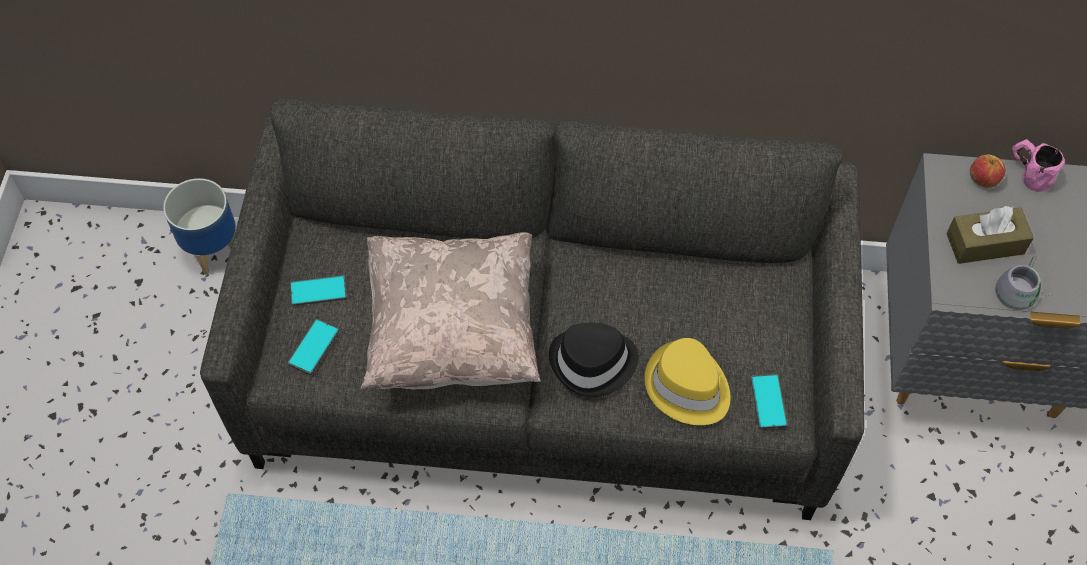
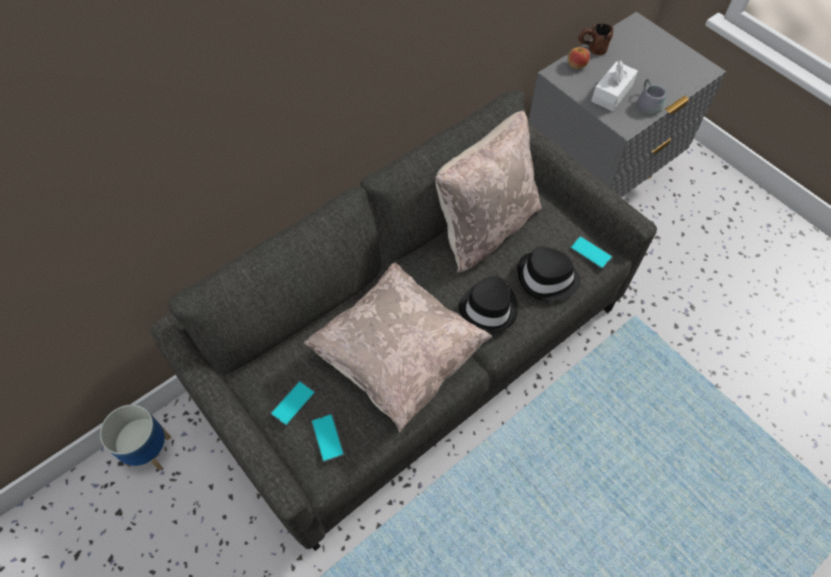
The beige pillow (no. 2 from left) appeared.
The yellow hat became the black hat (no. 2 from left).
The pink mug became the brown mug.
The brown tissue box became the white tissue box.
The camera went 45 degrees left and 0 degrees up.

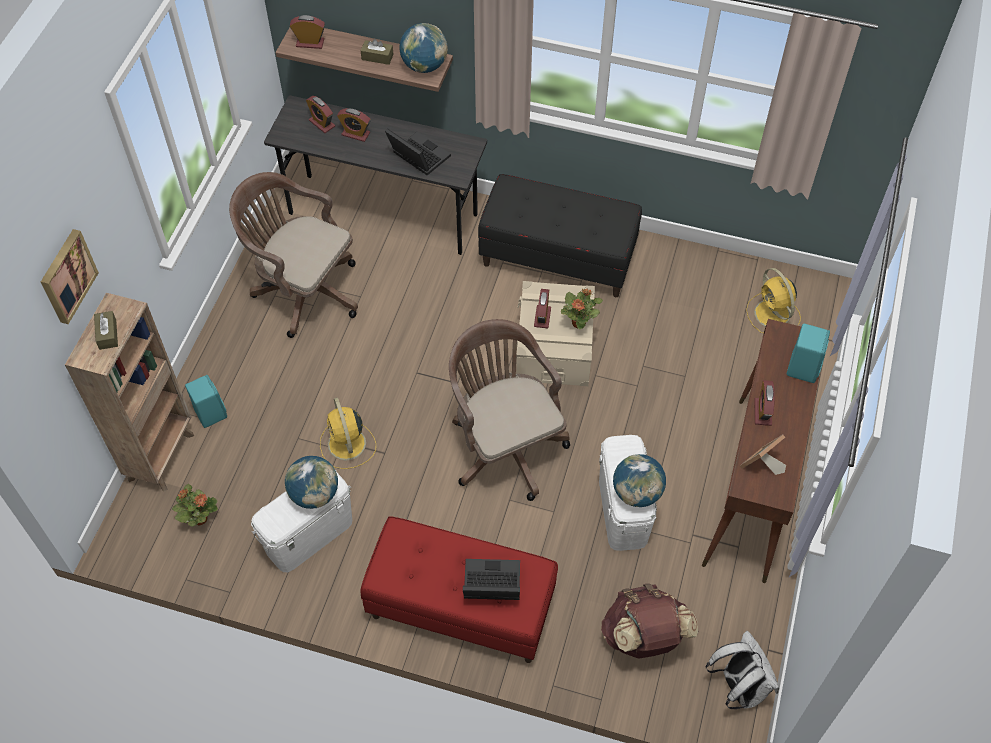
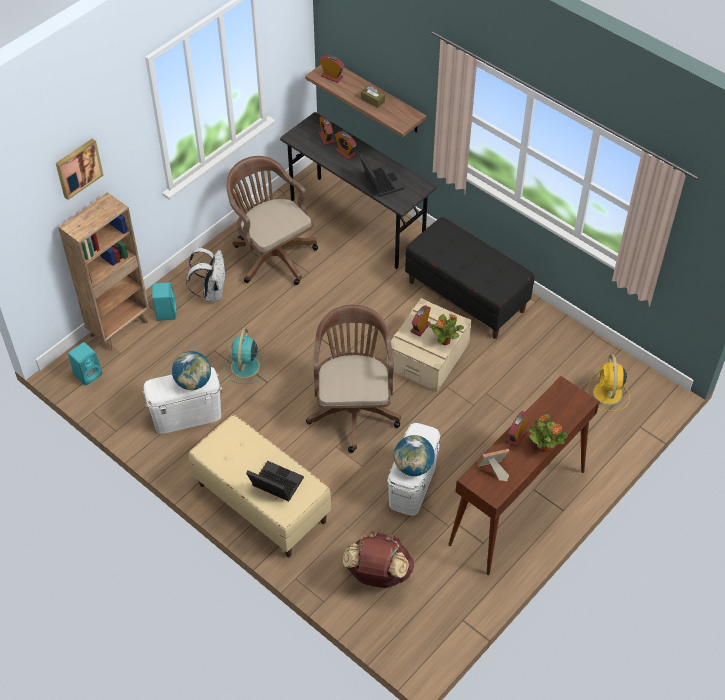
The turquoise speaker (no. 2 from left in the first image) moved.
The white backpack moved.
The red bench became the beige bench.
The yellow fan (no. 1 from left) became the turquoise fan.
The potted plant (no. 1 from left in the first image) moved.
The brown tissue box (no. 1 from left) disappeared.
The globe (no. 2 from left) disappeared.
The camera went 25 degrees right and 5 degrees down.

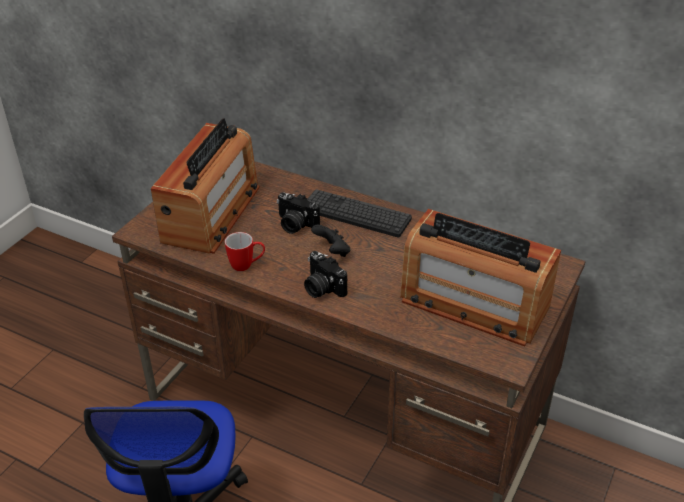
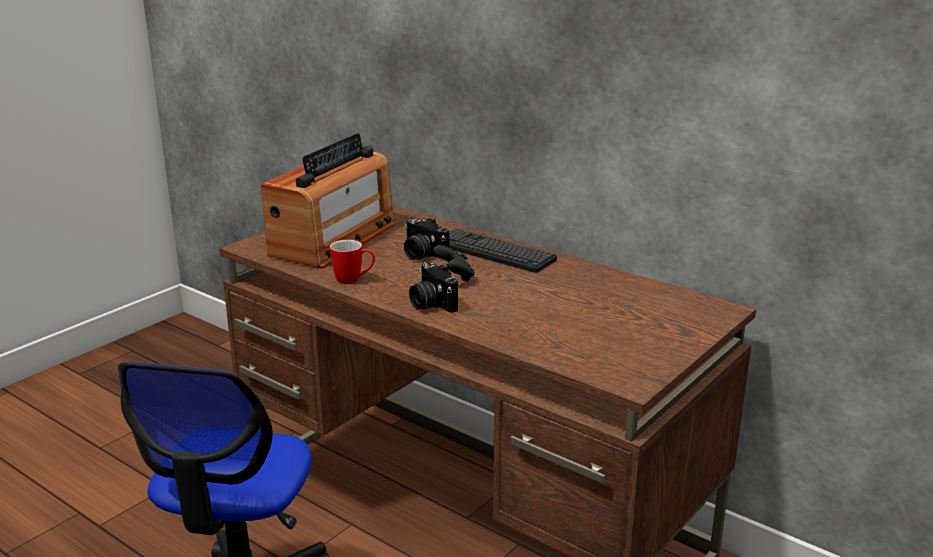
The radio (no. 2 from left) disappeared.
The camera went 10 degrees right and 15 degrees down.

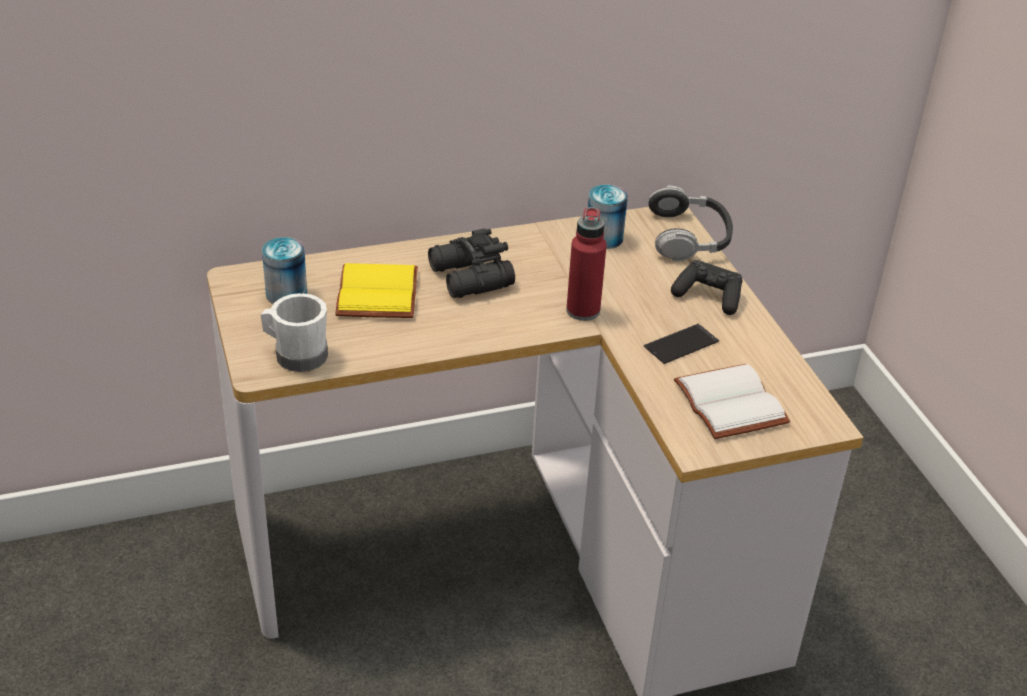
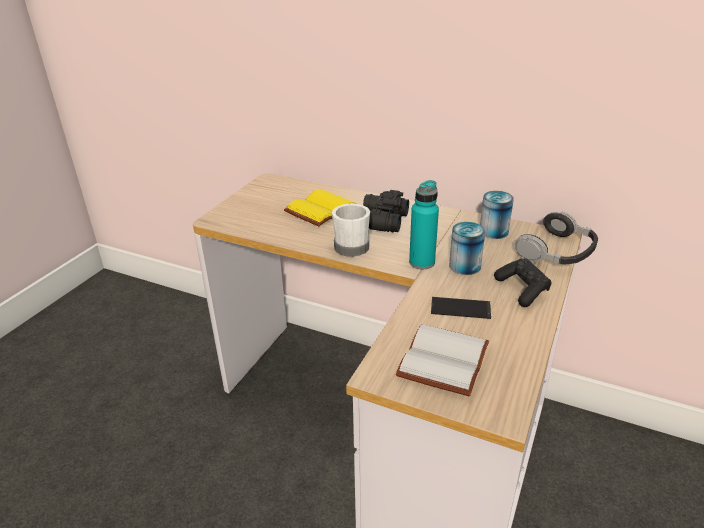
The white mug moved.
The red bottle became the turquoise bottle.
The can (no. 1 from left) moved.
The camera went 45 degrees right and 5 degrees down.

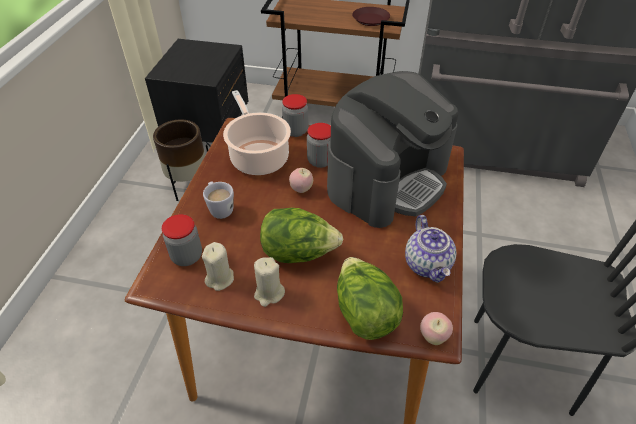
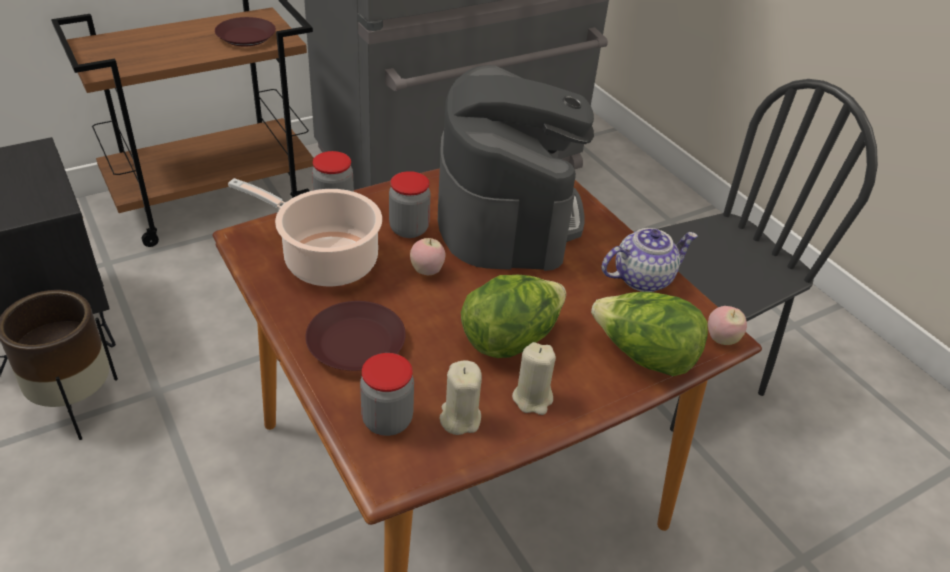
The white mug was replaced by the brown plate (no. 2 from left).
The teapot turned 60 degrees counterclockwise.
The camera went 45 degrees left and 5 degrees down.

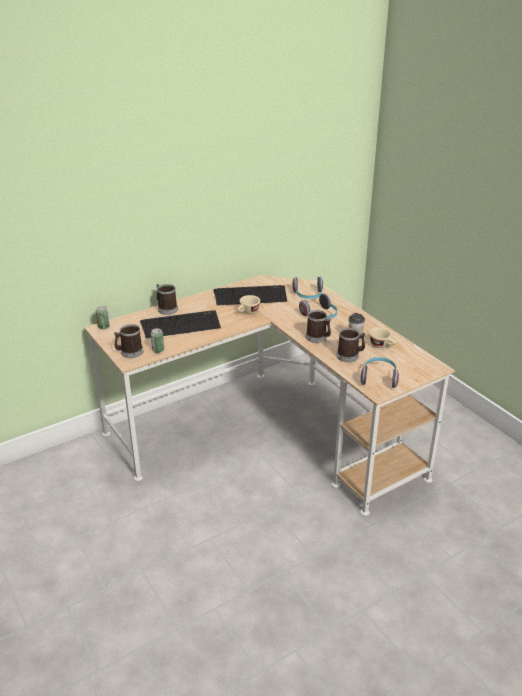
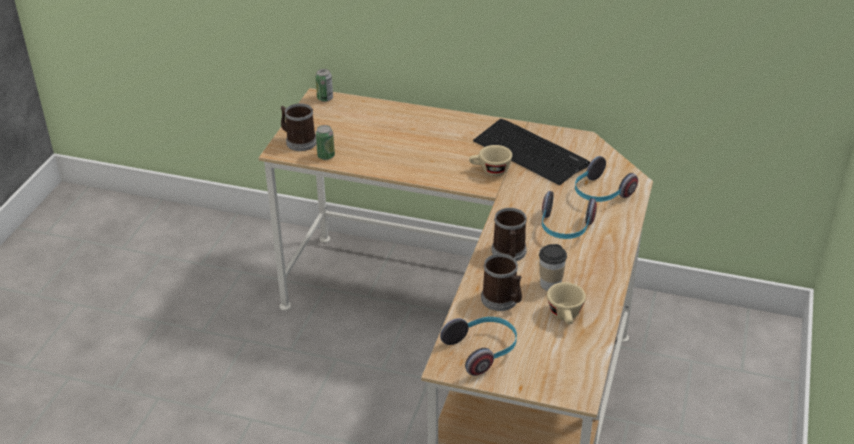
The keyboard (no. 1 from left) disappeared.
The mug (no. 2 from left) disappeared.
The camera went 50 degrees right and 5 degrees up.

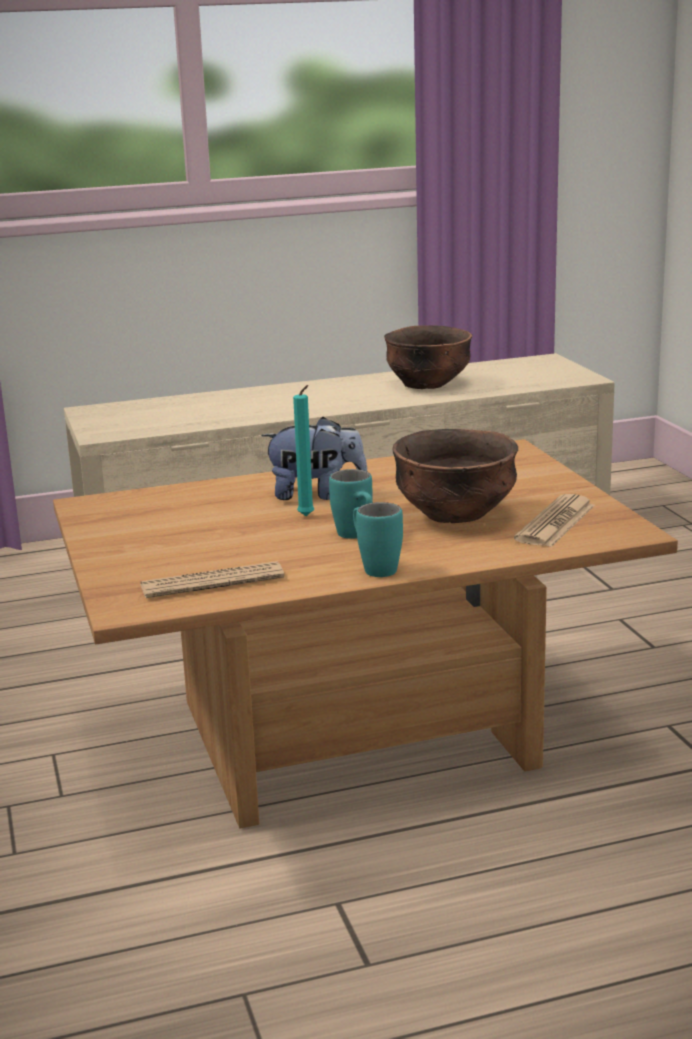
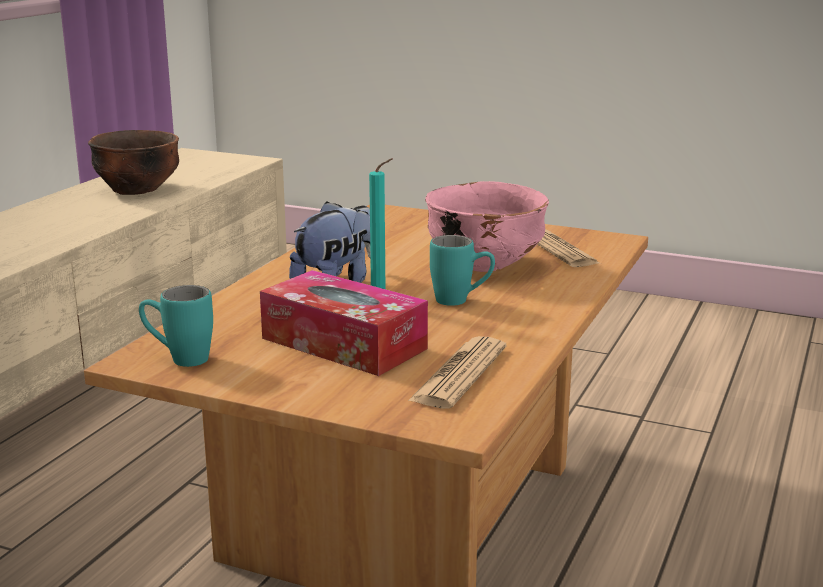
The turquoise mug (no. 2 from left in the first image) moved.
The tissue box appeared.
The brown bowl (no. 2 from left) became the pink bowl.
The camera went 50 degrees left and 0 degrees up.

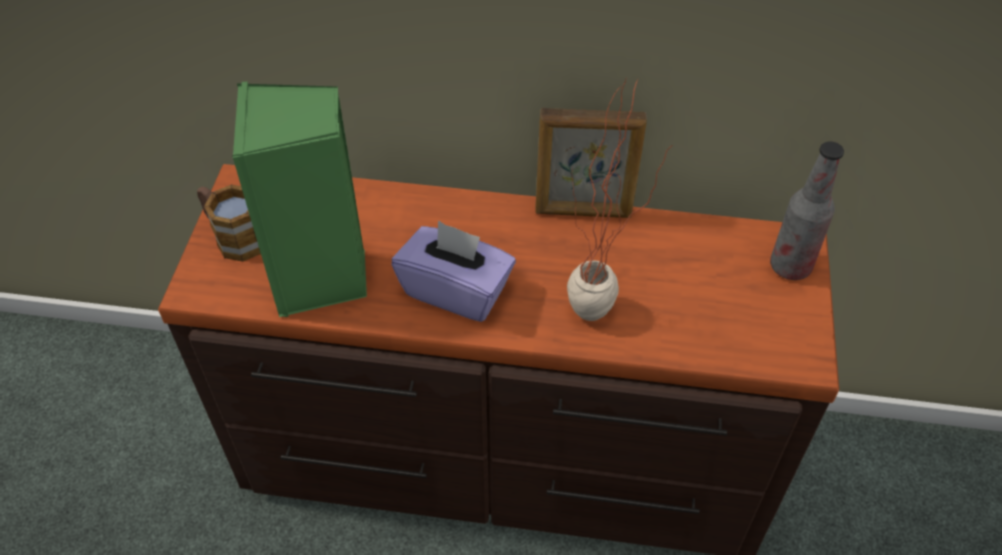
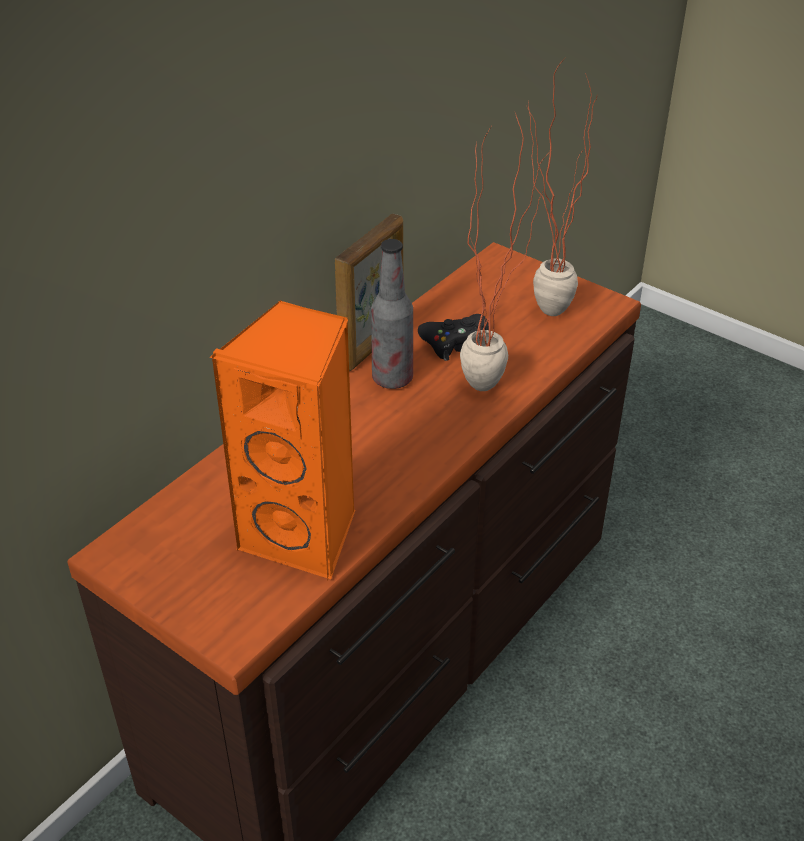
The green speaker became the orange speaker.
The bottle moved.
The black game controller appeared.
The potted plant (no. 2 from left) appeared.
The mug disappeared.
The purple tissue box disappeared.
The camera went 60 degrees left and 10 degrees down.

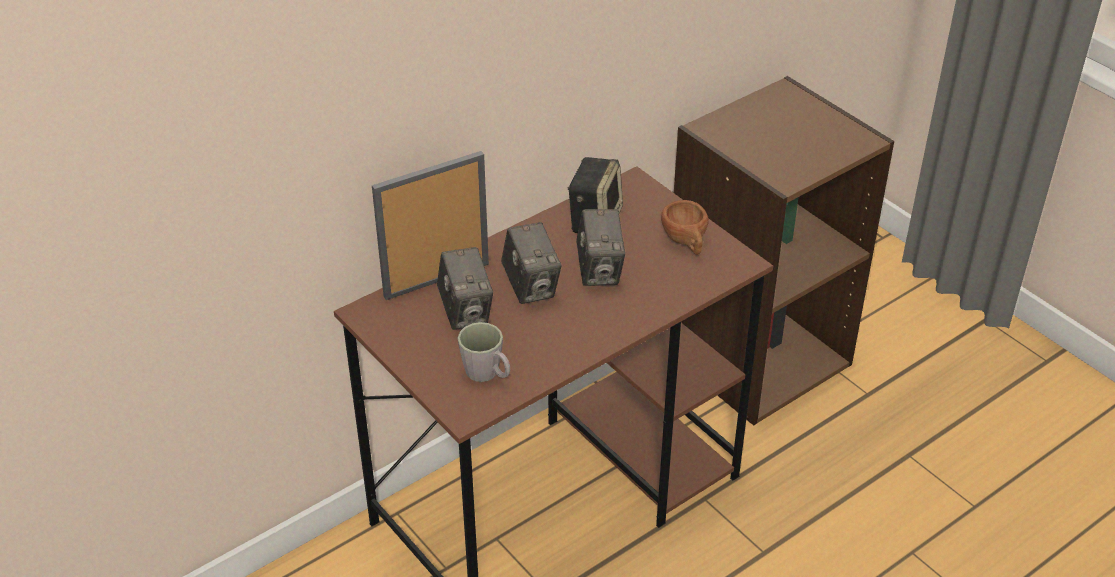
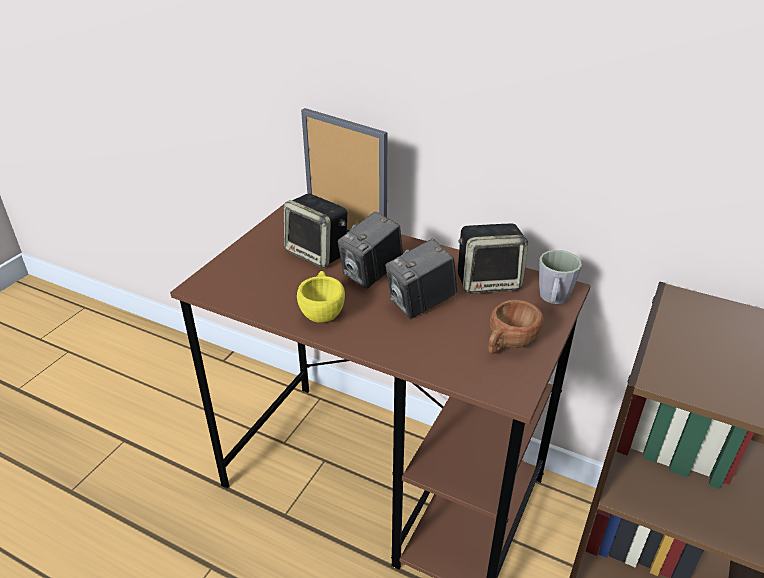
The photo camera (no. 1 from left) was replaced by the speaker (no. 1 from left).
The yellow cup appeared.
The grey mug moved.
The camera went 65 degrees right and 5 degrees down.

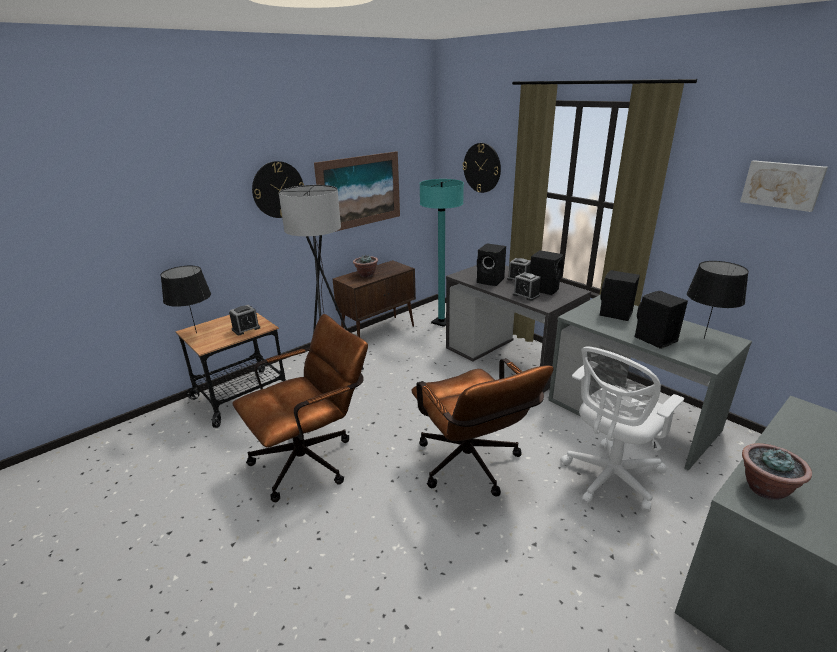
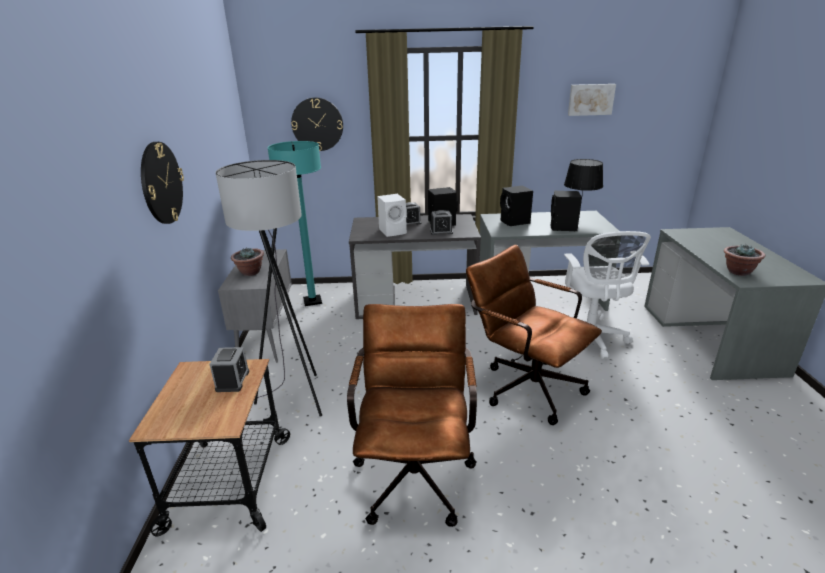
The brown cabinet became the grey cabinet.
The black speaker (no. 1 from left) became the white speaker.
The brown office chair (no. 2 from left) turned 150 degrees counterclockwise.
The black table lamp (no. 1 from left) disappeared.
The picture (no. 1 from left) disappeared.
The camera went 50 degrees left and 0 degrees up.

